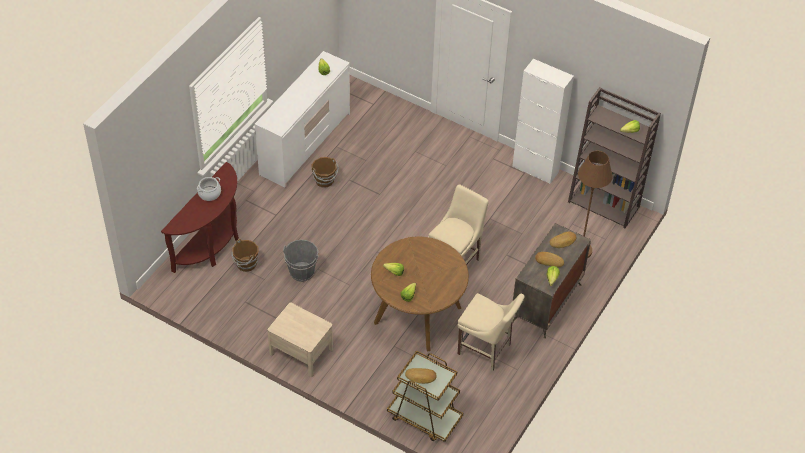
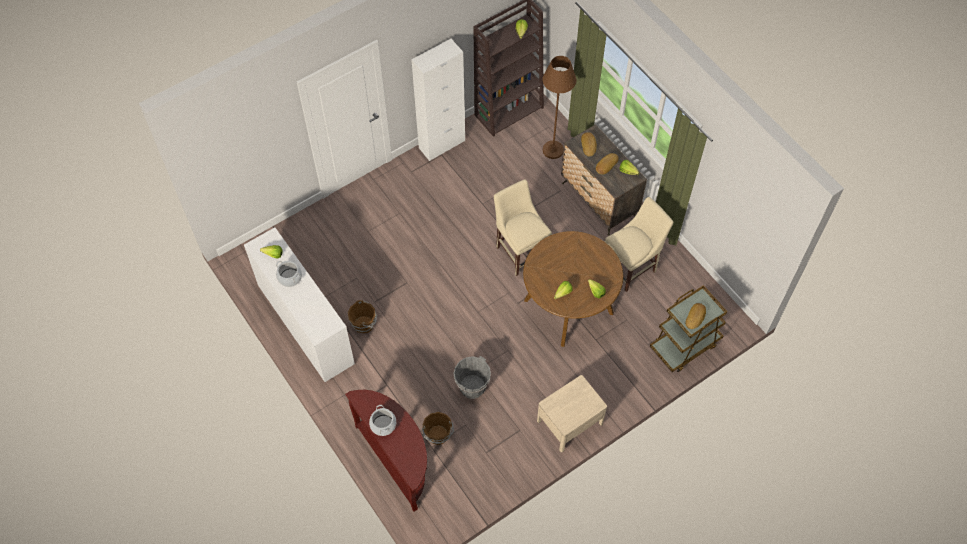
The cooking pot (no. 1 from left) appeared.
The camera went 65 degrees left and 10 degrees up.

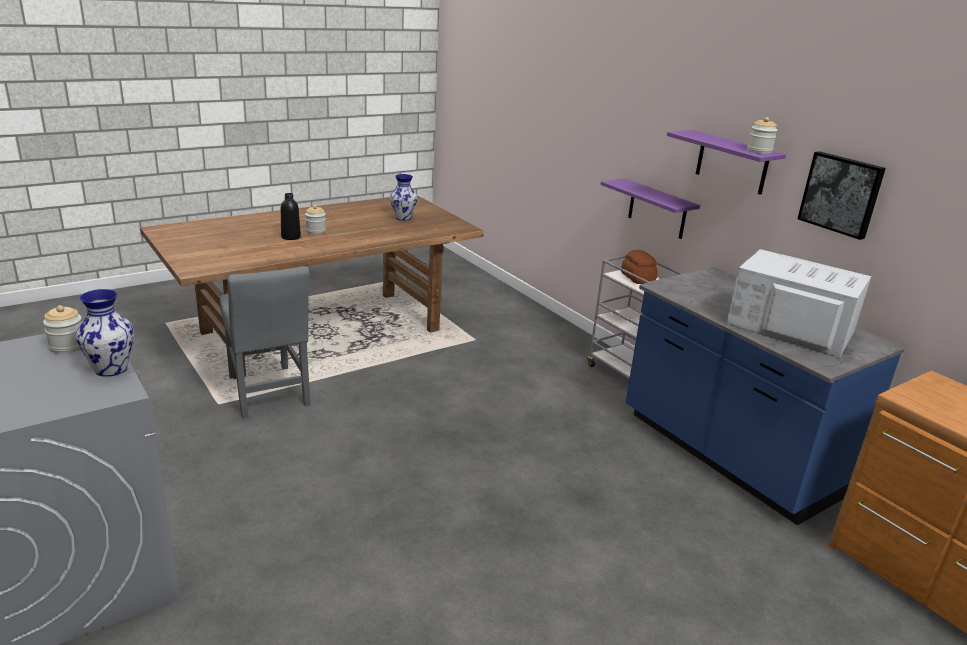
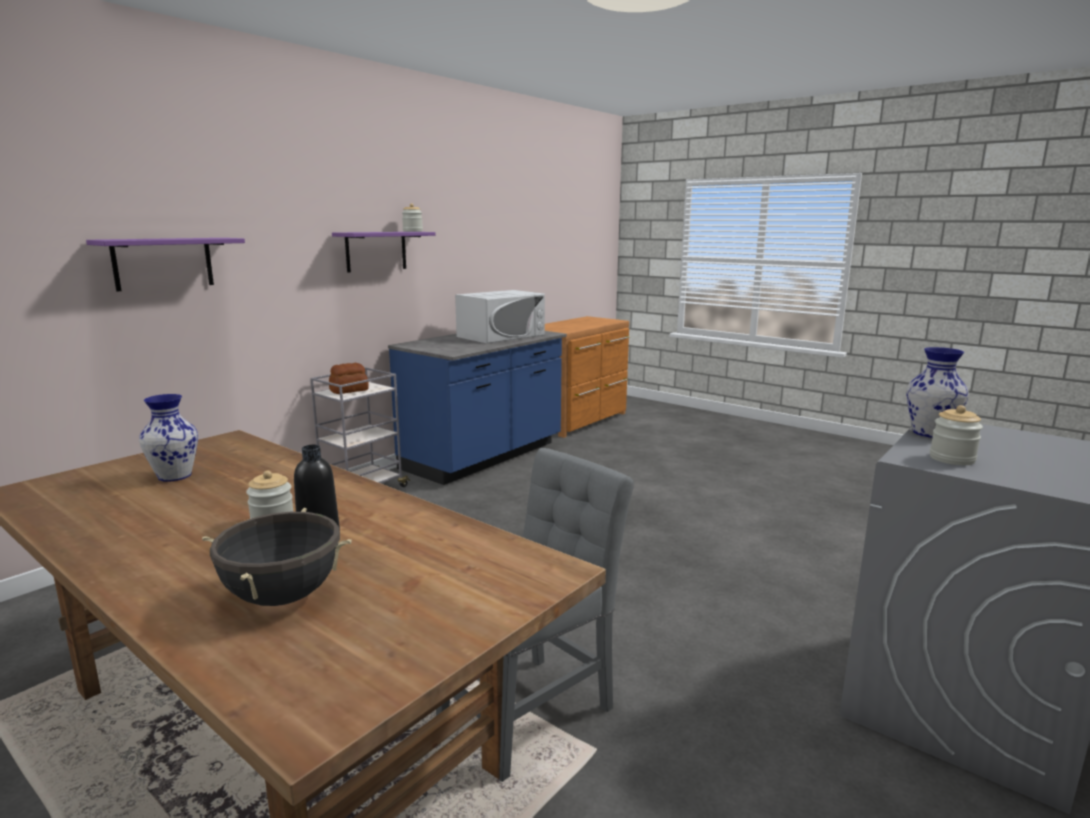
The purple shelf (no. 1 from left) moved.
The black cooking pot appeared.
The white microwave turned 150 degrees counterclockwise.
The picture disappeared.
The camera went 105 degrees left and 10 degrees down.

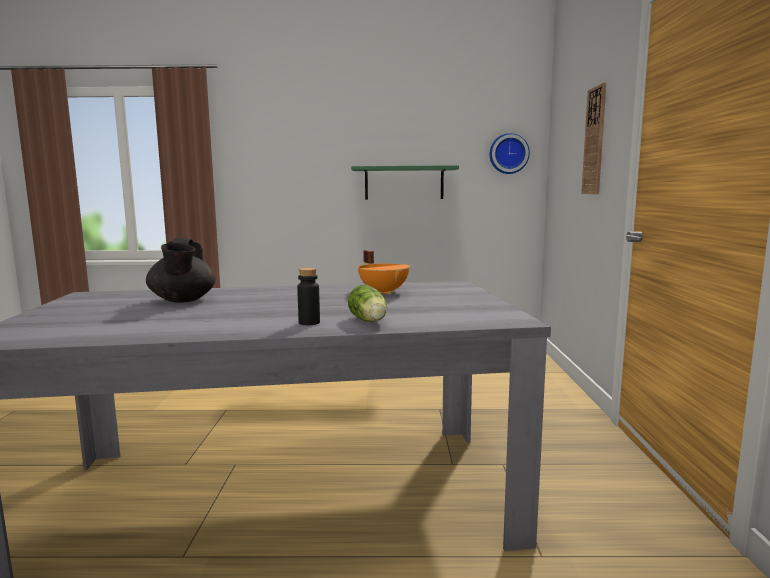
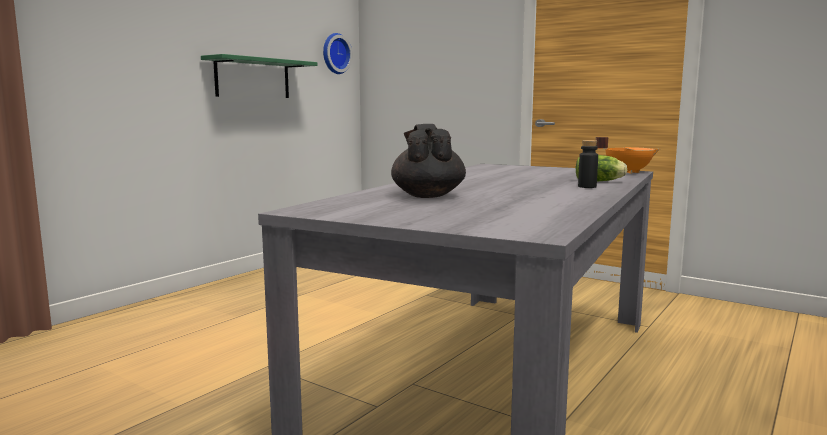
The black teapot turned 120 degrees counterclockwise.
The orange cooking pot moved.
The wall clock (no. 2 from left) disappeared.
The camera went 55 degrees left and 0 degrees up.

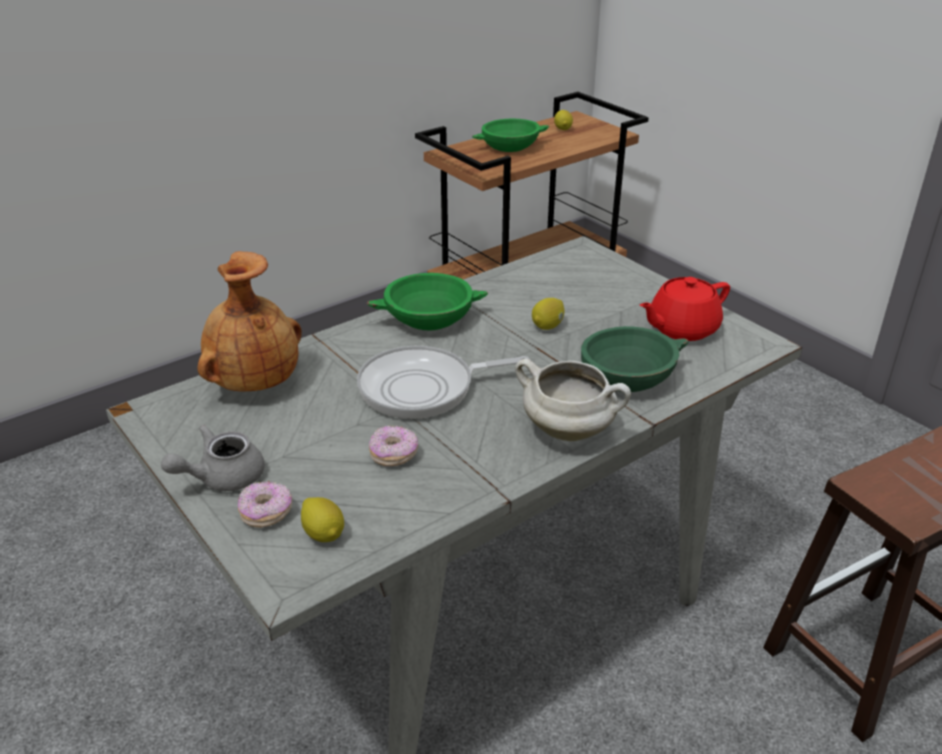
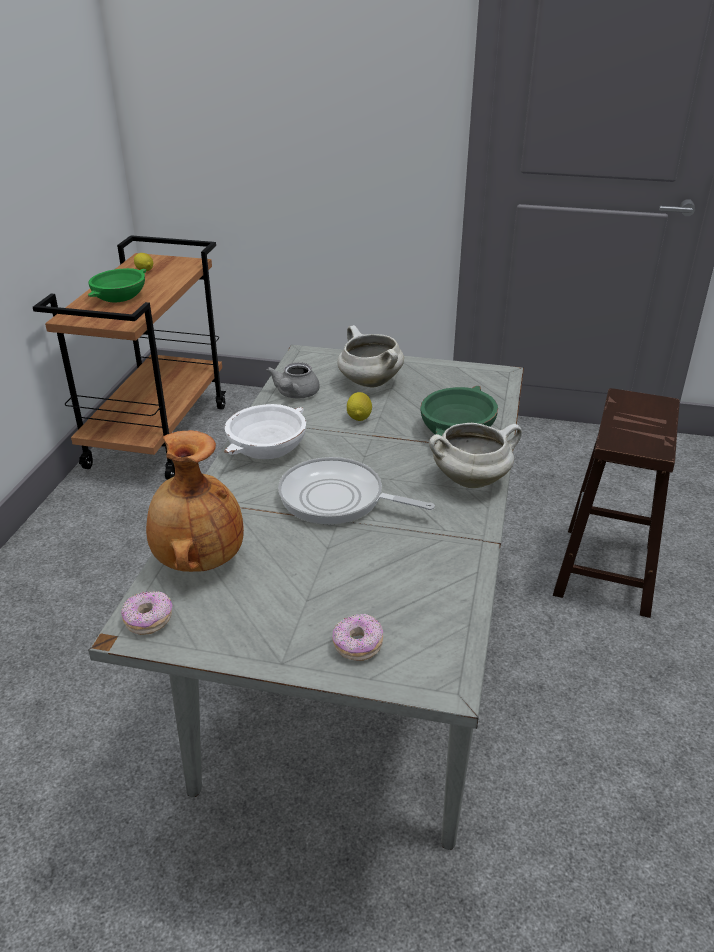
The donut (no. 2 from left in the first image) moved.
The green bowl (no. 1 from left) became the white bowl.
The grey teapot moved.
The frying pan turned 75 degrees clockwise.
The white cooking pot (no. 1 from left) appeared.
The lemon (no. 1 from left) disappeared.
The red teapot disappeared.
The camera went 40 degrees left and 0 degrees up.

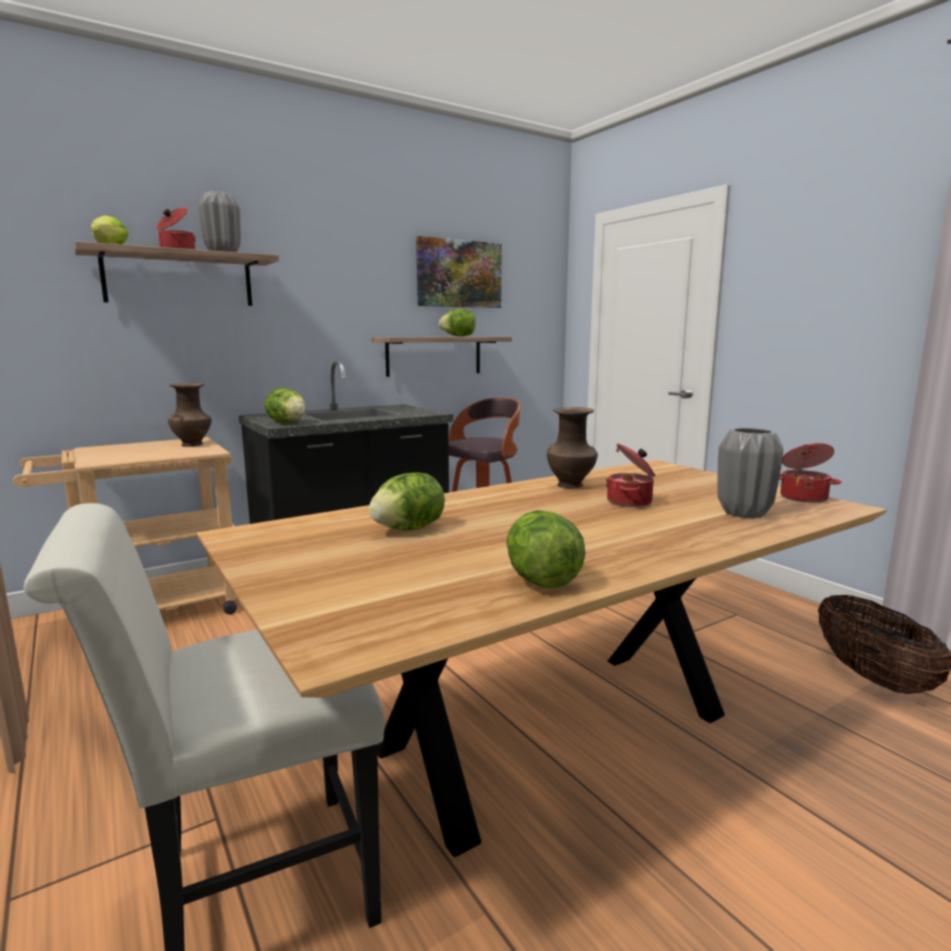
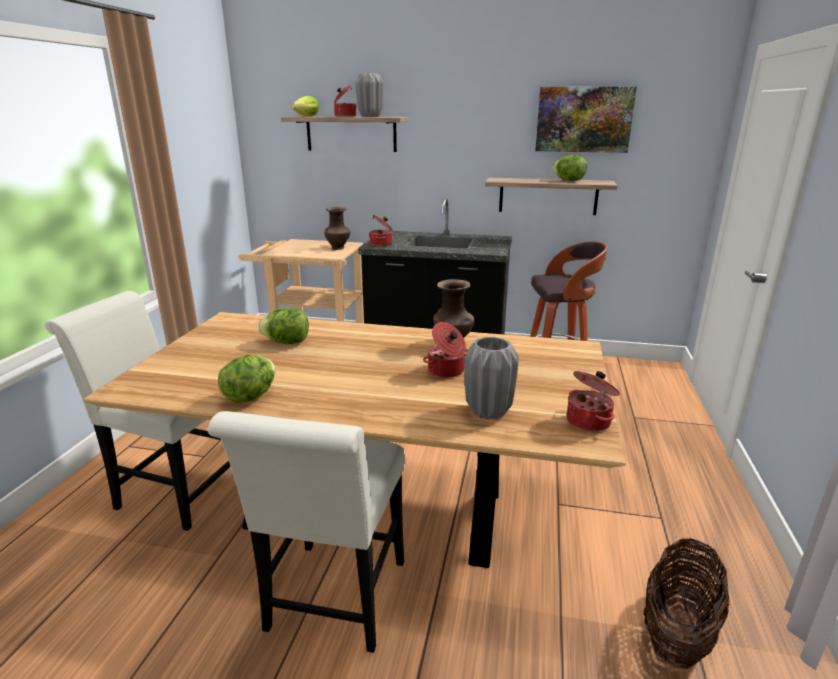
The white chair (no. 2 from left) appeared.
The lettuce (no. 2 from left) was replaced by the cooking pot (no. 2 from left).
The camera went 45 degrees right and 10 degrees up.

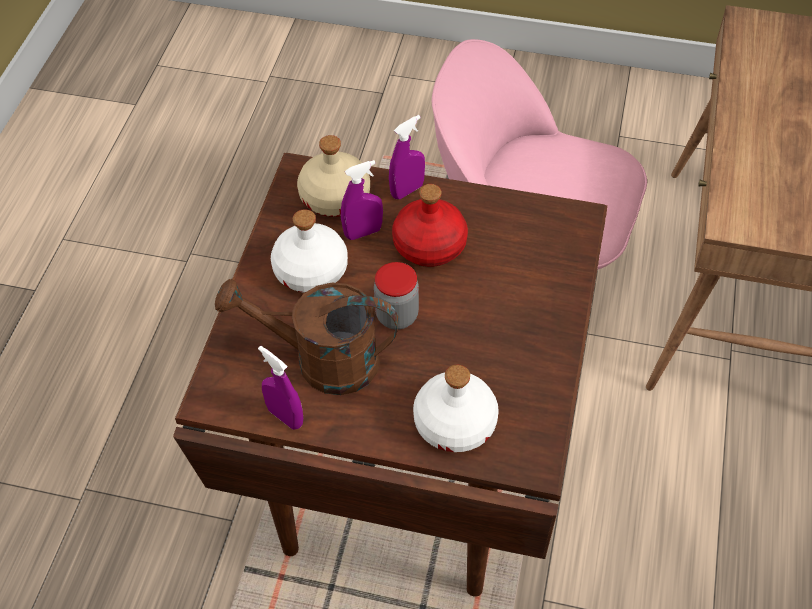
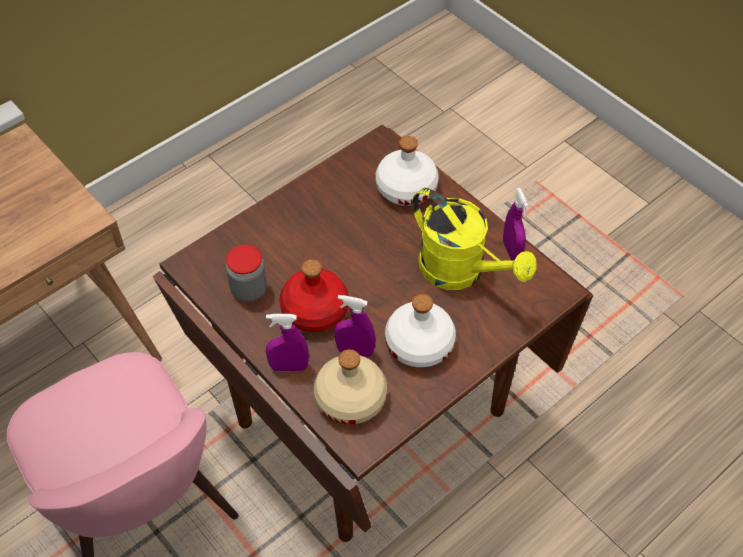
The jar moved.
The brown watering can became the yellow watering can.
The camera went 145 degrees left and 0 degrees up.

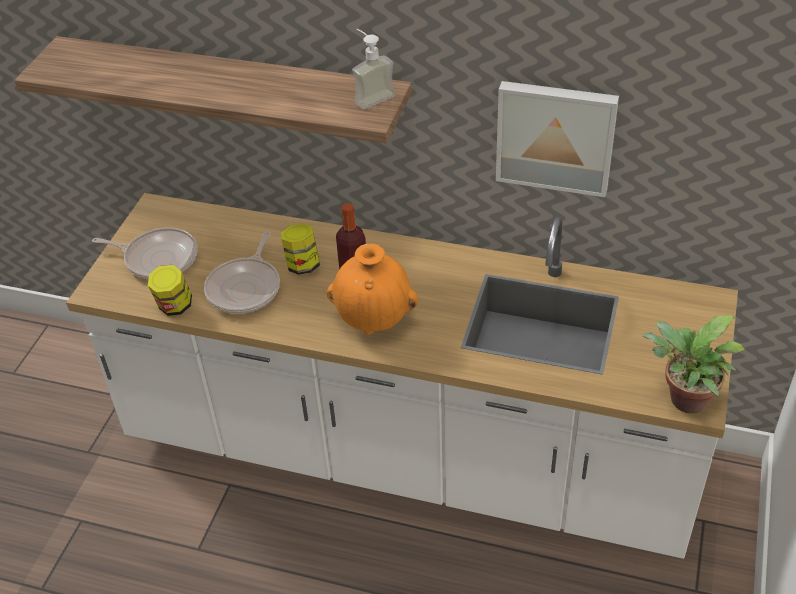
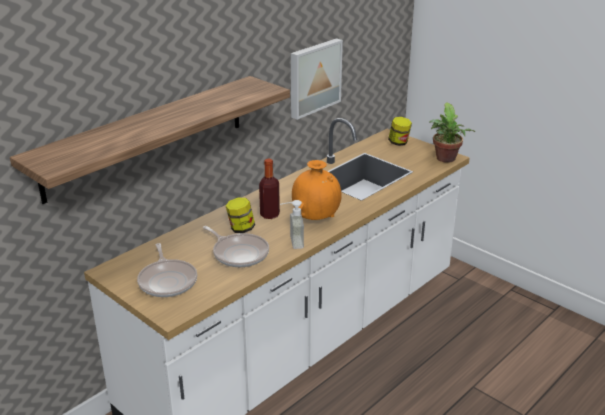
The frying pan (no. 1 from left) turned 120 degrees clockwise.
The soap dispenser moved.
The jar (no. 1 from left in the first image) moved.
The camera went 65 degrees left and 15 degrees down.

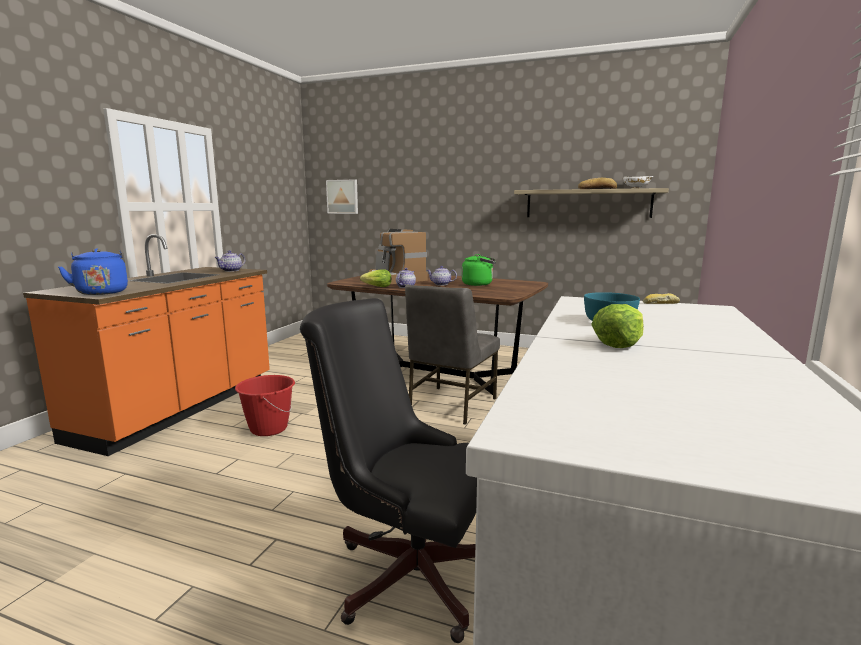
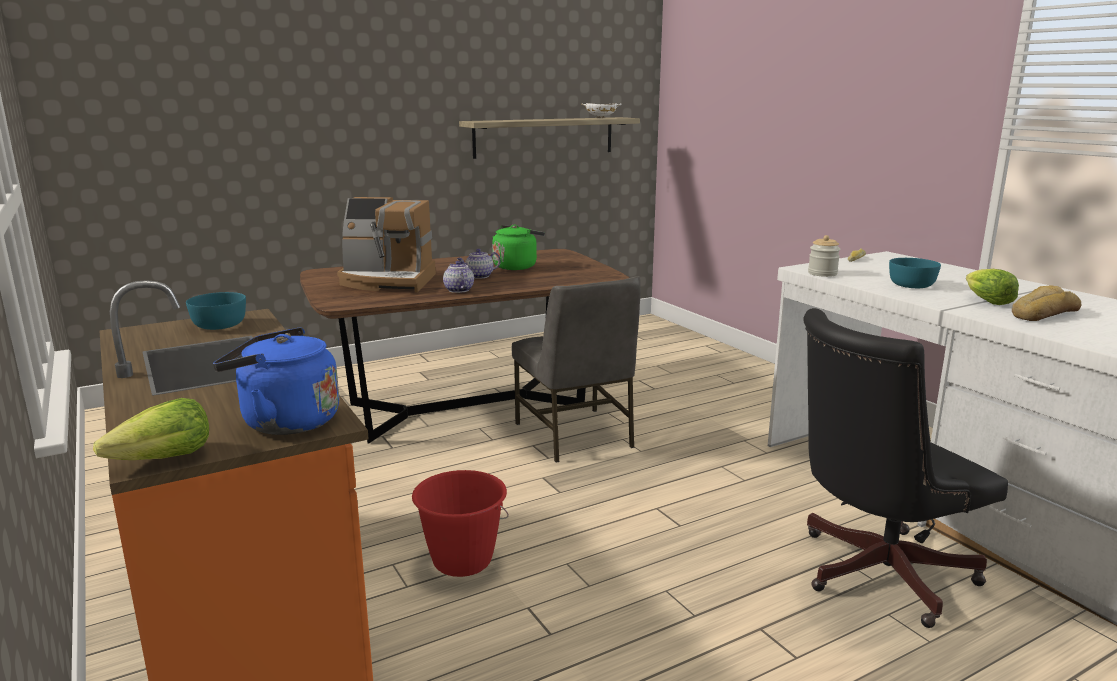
The lettuce (no. 1 from left) moved.
The teapot (no. 1 from left) was replaced by the turquoise bowl (no. 1 from left).
The jar appeared.
The bread (no. 1 from left in the first image) moved.
The picture disappeared.
The camera went 50 degrees left and 5 degrees up.

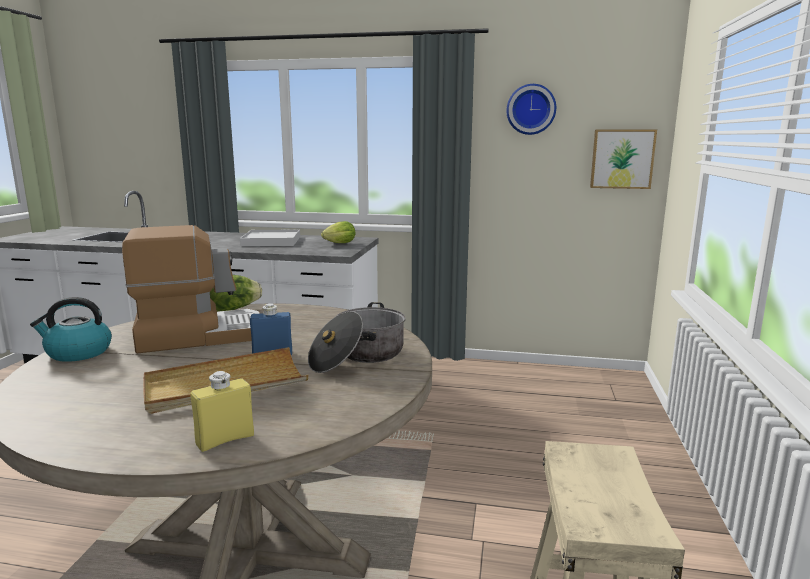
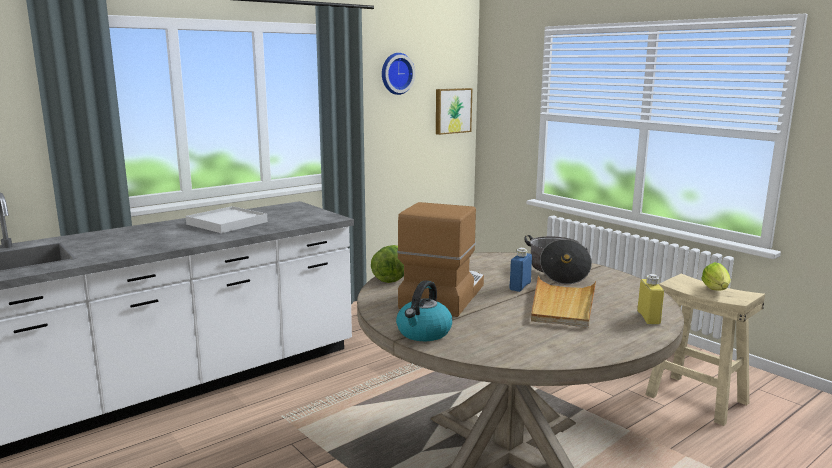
The lettuce (no. 2 from left) moved.
The camera went 50 degrees left and 0 degrees up.

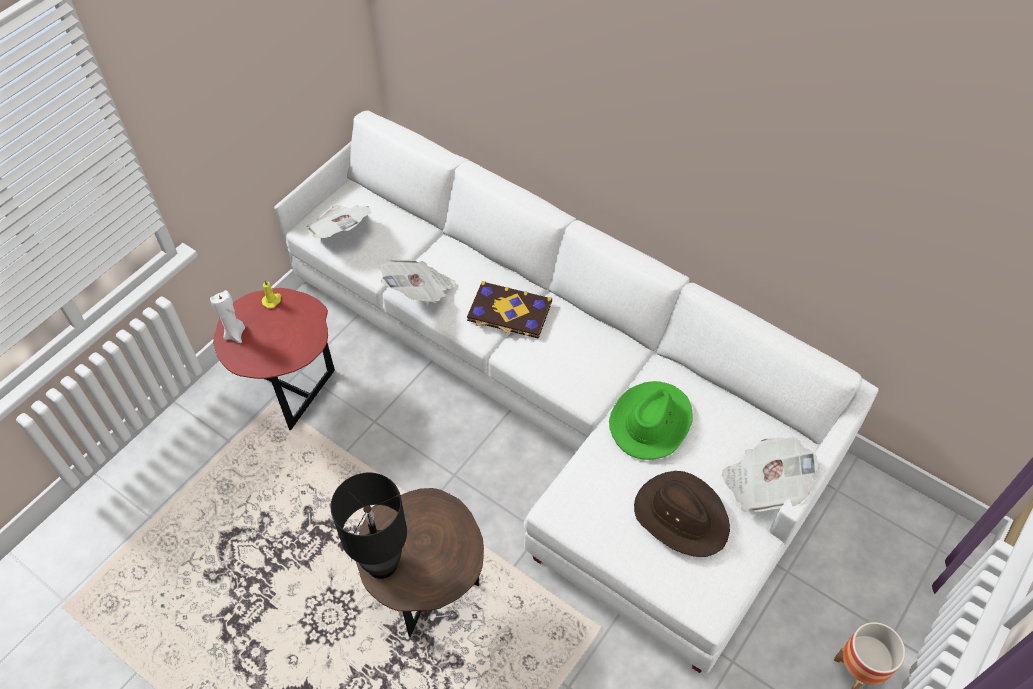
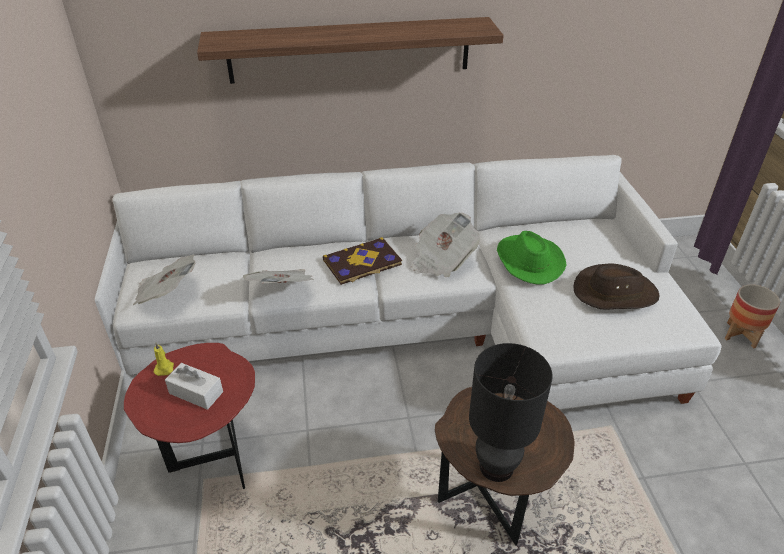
The white tissue box appeared.
The shelf appeared.
The newspaper (no. 3 from left) moved.
The white candle disappeared.
The camera went 45 degrees left and 15 degrees down.

